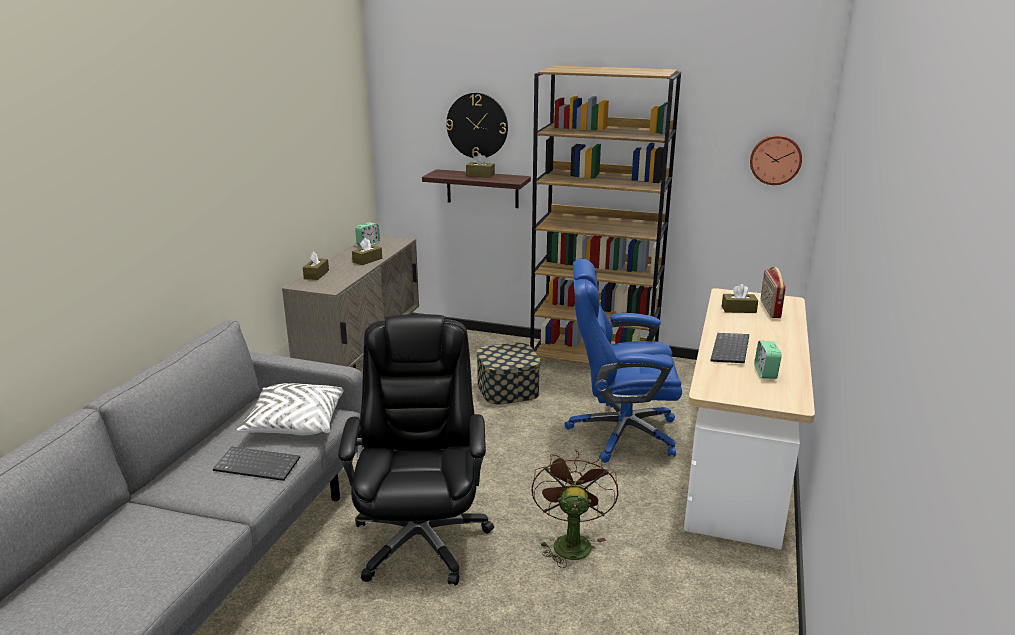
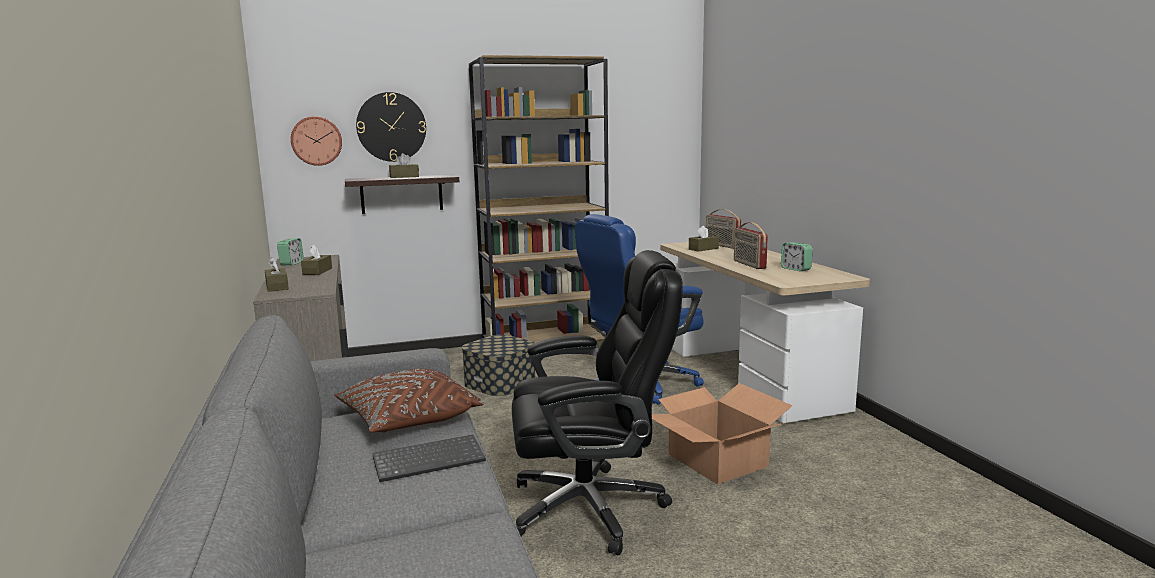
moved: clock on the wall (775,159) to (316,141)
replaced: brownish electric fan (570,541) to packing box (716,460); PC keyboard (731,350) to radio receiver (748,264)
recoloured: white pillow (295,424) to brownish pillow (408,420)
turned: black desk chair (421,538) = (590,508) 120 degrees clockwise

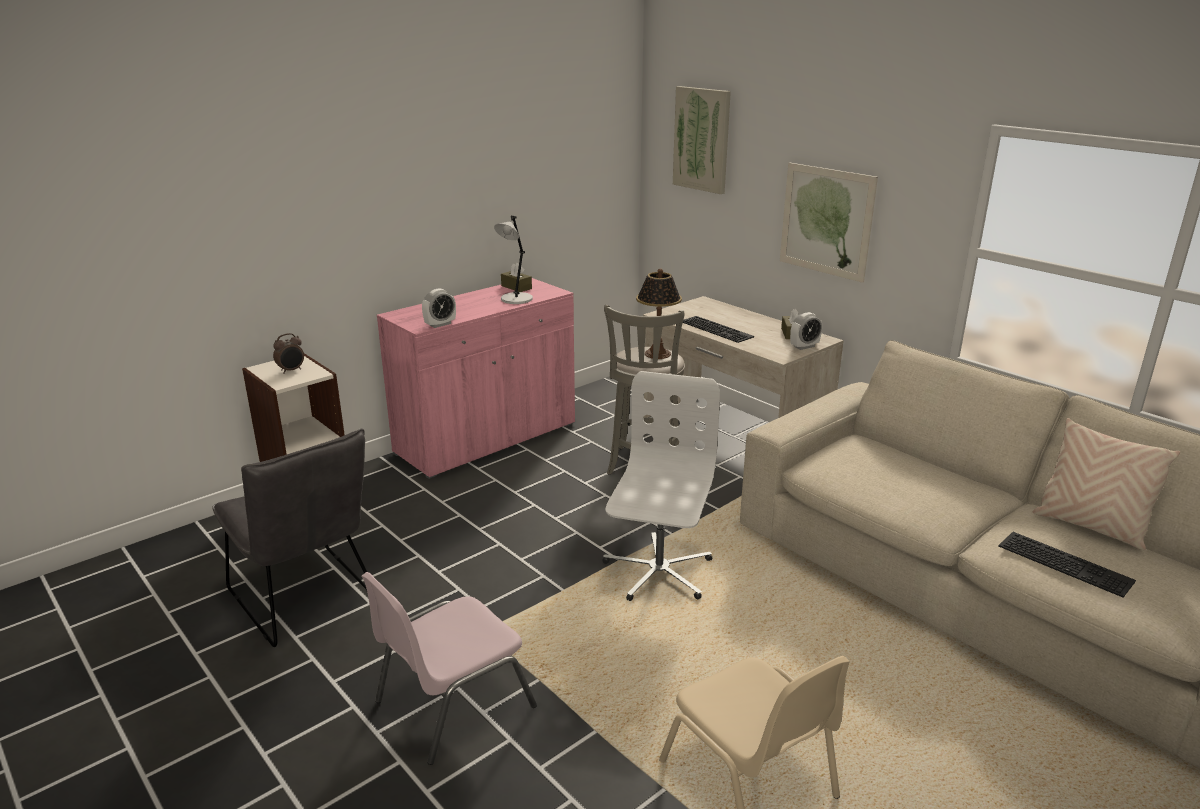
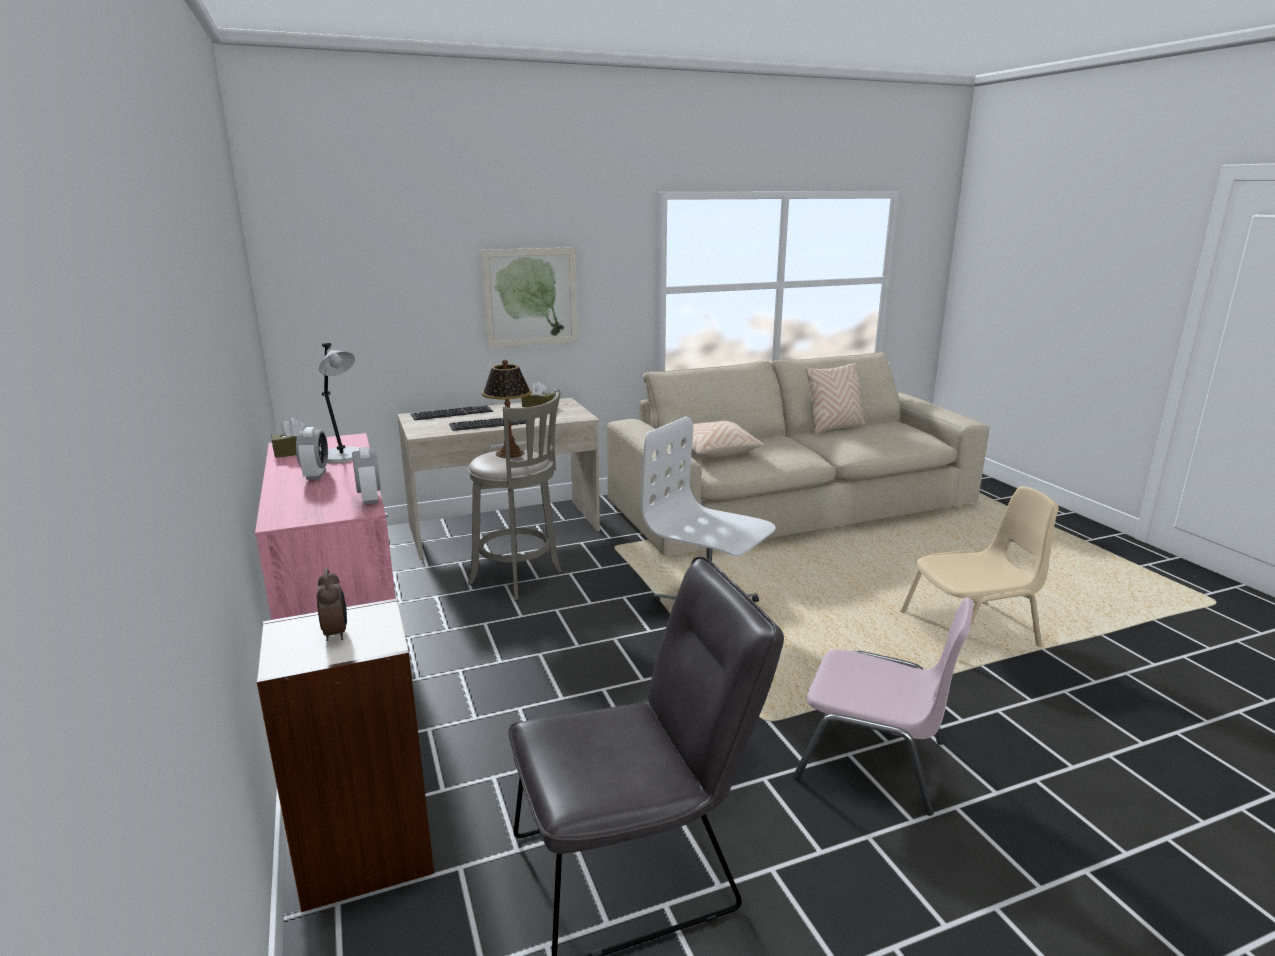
removed: wall art (702,139)
added: beige-coloured pillow (714,451)
moved: bedside clock (804,346) to (316,475); PC keyboard (1067,563) to (452,412)
turned: pink-coloured chair (451,704) = (873,760) 45 degrees counterclockwise

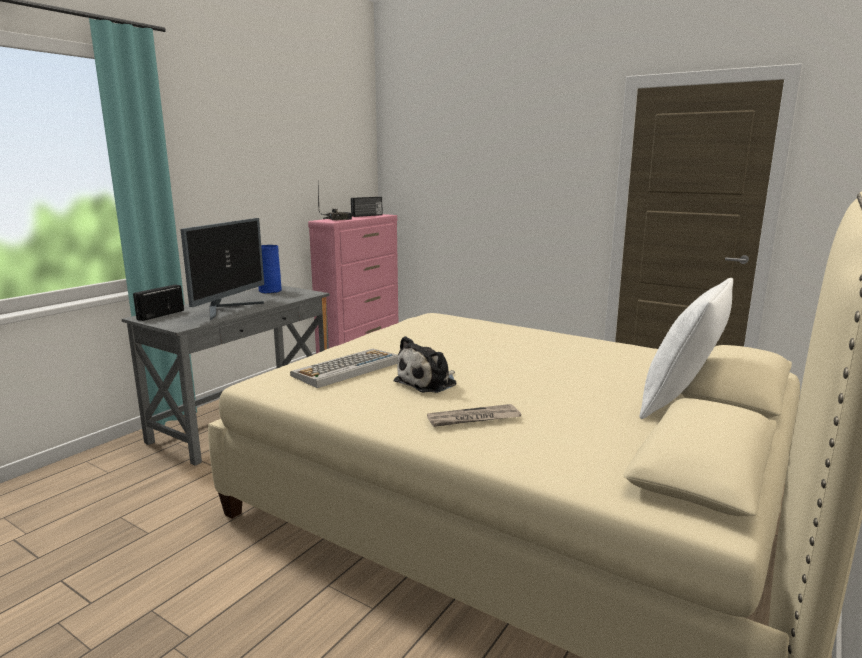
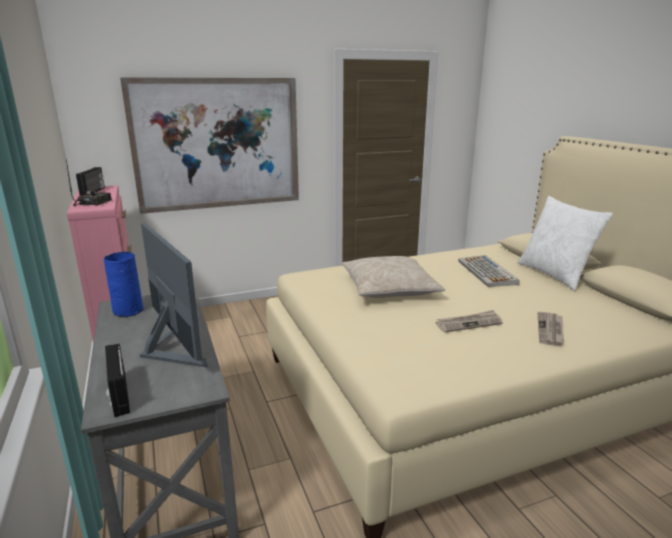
added: wall art (217,144); beige-coloured pillow (389,288)
moved: PC keyboard (346,369) to (487,272)
replaced: soft toy (428,382) to newspaper (468,323)

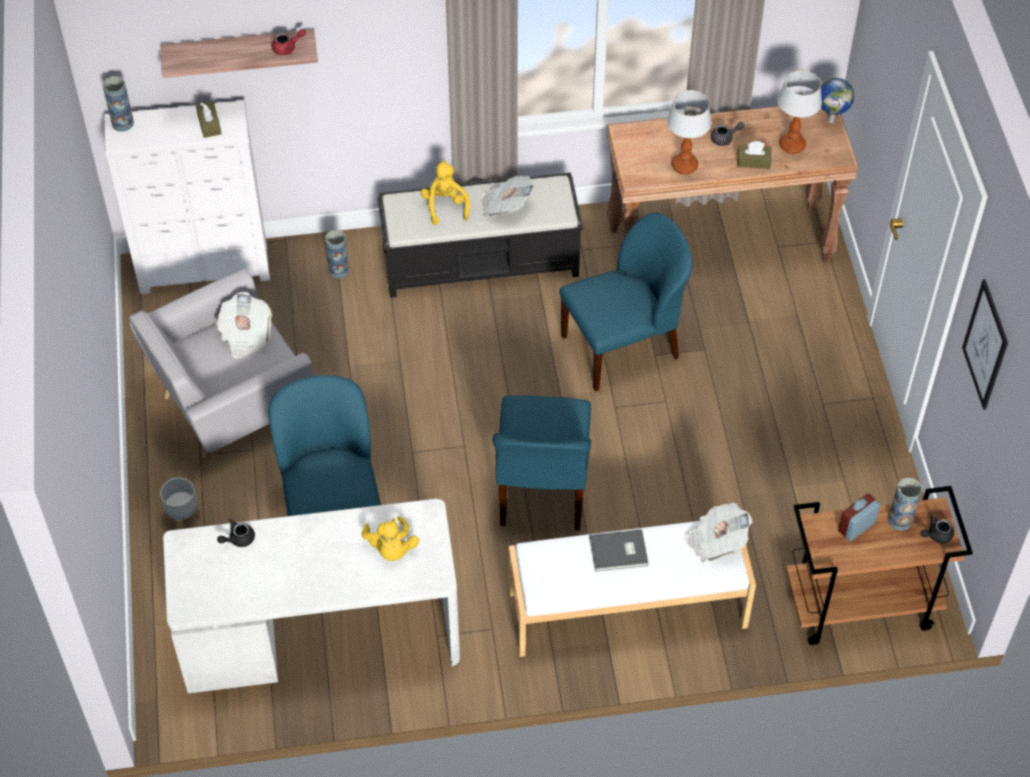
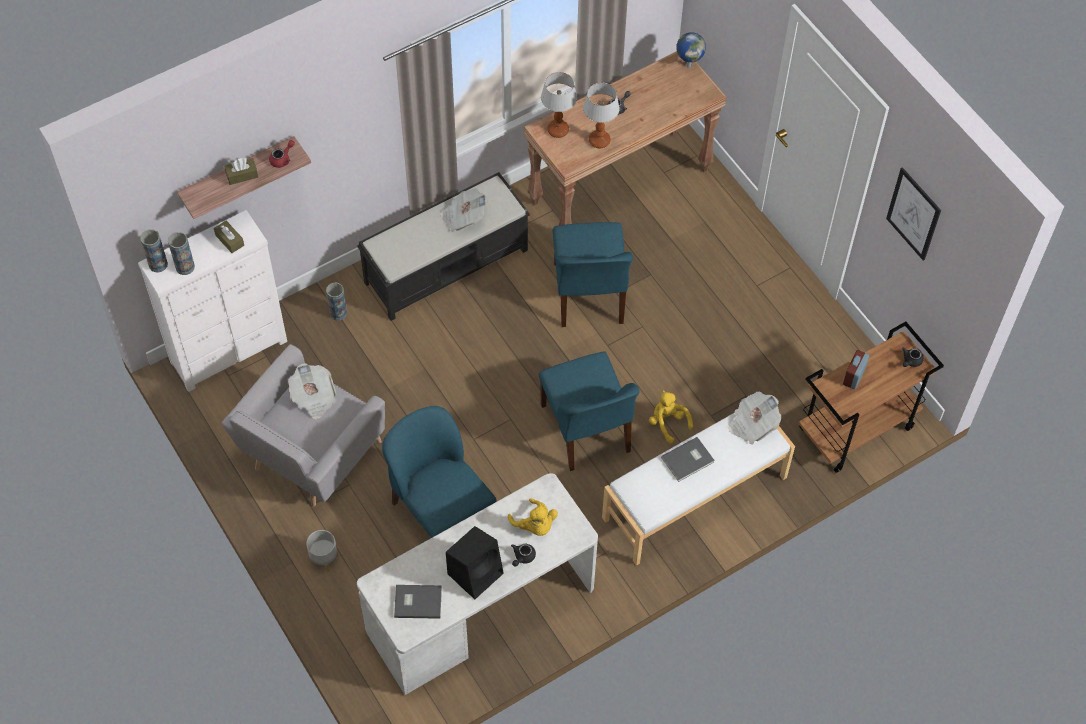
added: greyish book (417,601); black speaker (476,572)
moved: black pot for tea (238,539) to (522,557); yellowish soft toy (445,206) to (668,423); brownish tissue holder (753,161) to (242,175); table lamp (792,145) to (557,130); vase (900,520) to (185,267)
turned: bluish chair (622,346) = (589,295) 135 degrees clockwise

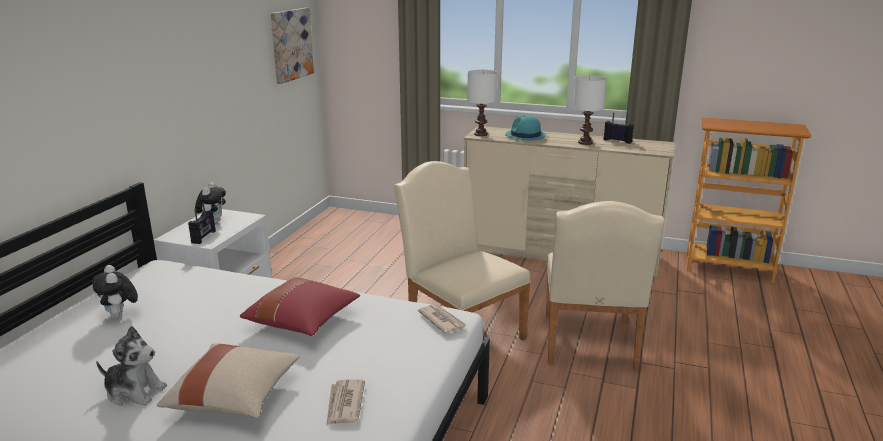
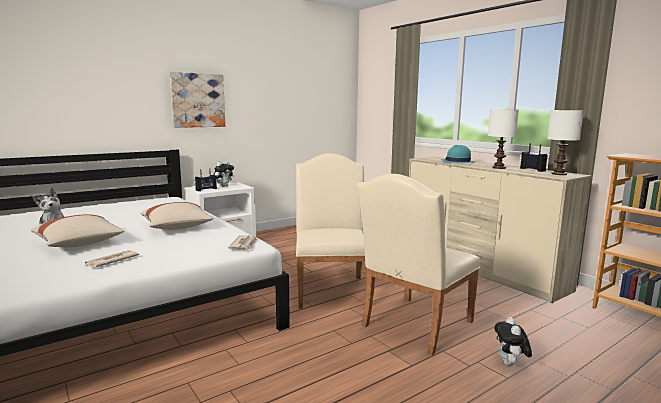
moved: soft toy (120,316) to (510,364); wall art (291,44) to (198,100); white table lamp (480,134) to (558,174)
recoloured: red pillow (303,321) to beige-coloured pillow (177,228)

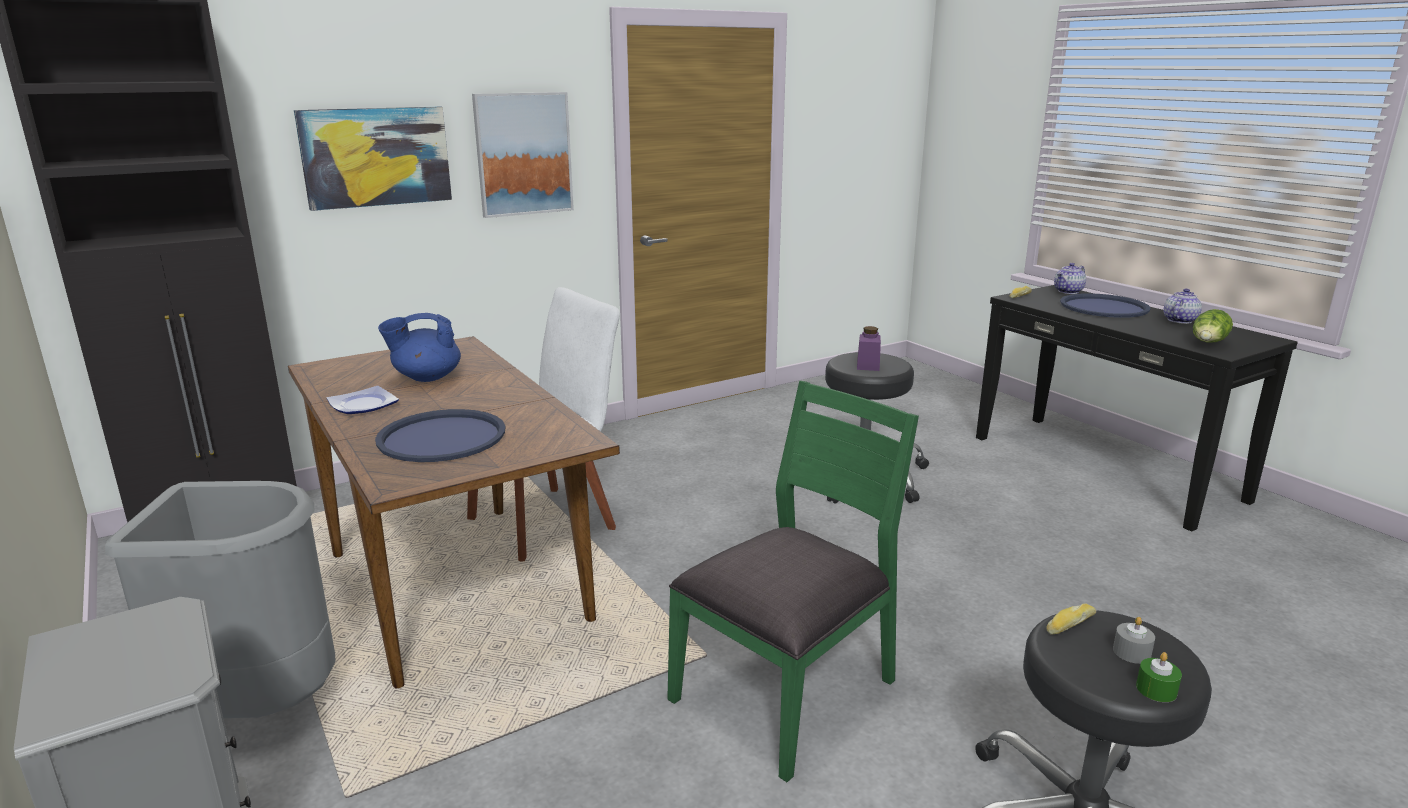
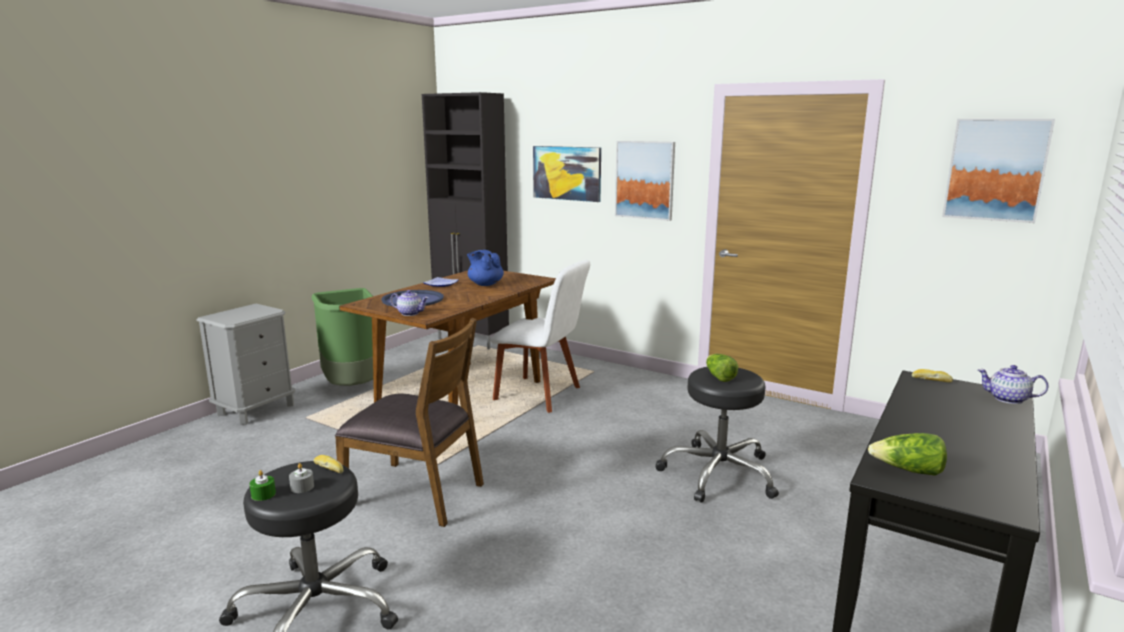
removed: bluish carrying tray (1103,307)
added: wall art (995,170)
moved: pot for tea (1179,320) to (410,313)
replaced: purplish storage jar (868,365) to lettuce (719,377)
recoloured: greyish rubbish bin (259,707) to greenish rubbish bin (353,388); greenish chair (787,691) to brownish chair (416,494)

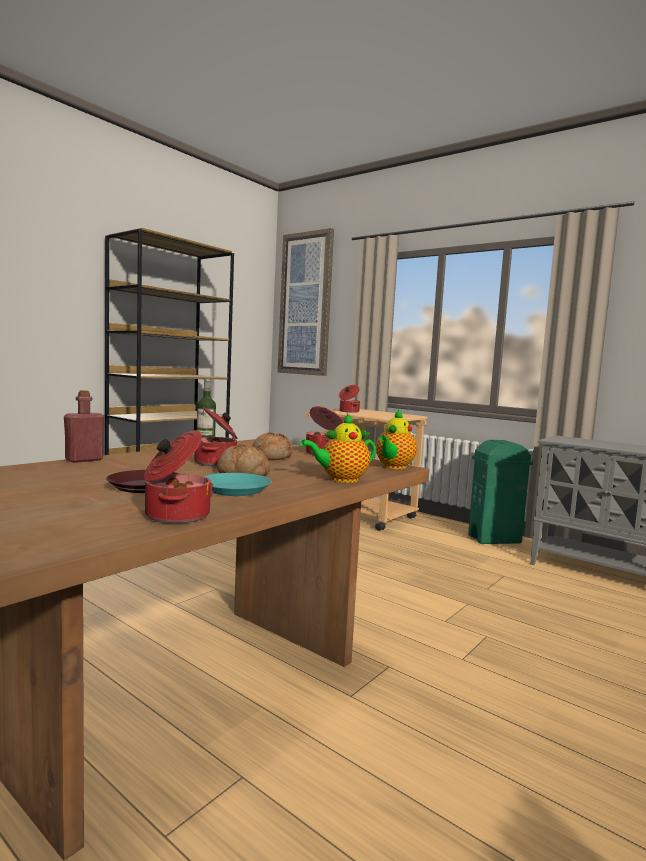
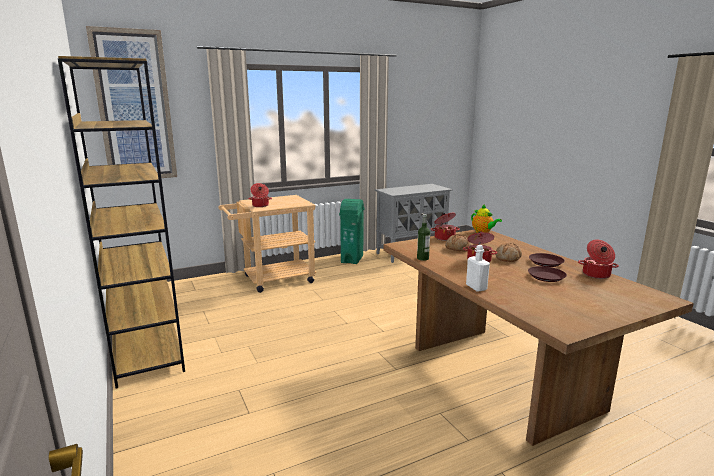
removed: pot for tea (341,479)
recoloured: red bottle (84,460) to white bottle (476,287); turquoise-coloured flat dish (235,490) to brownish flat dish (546,263)

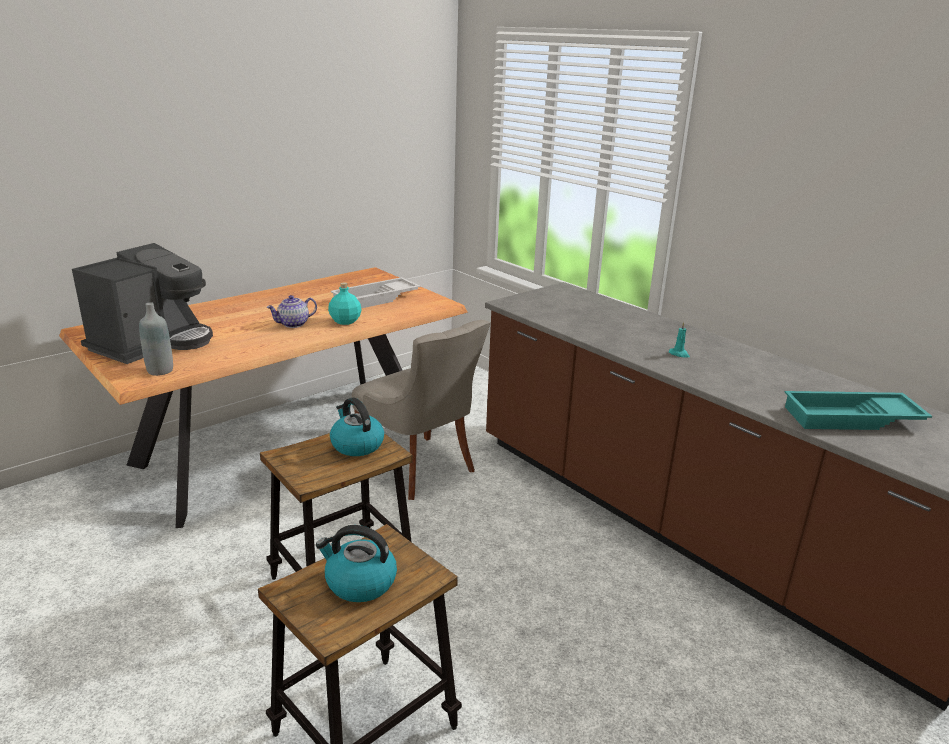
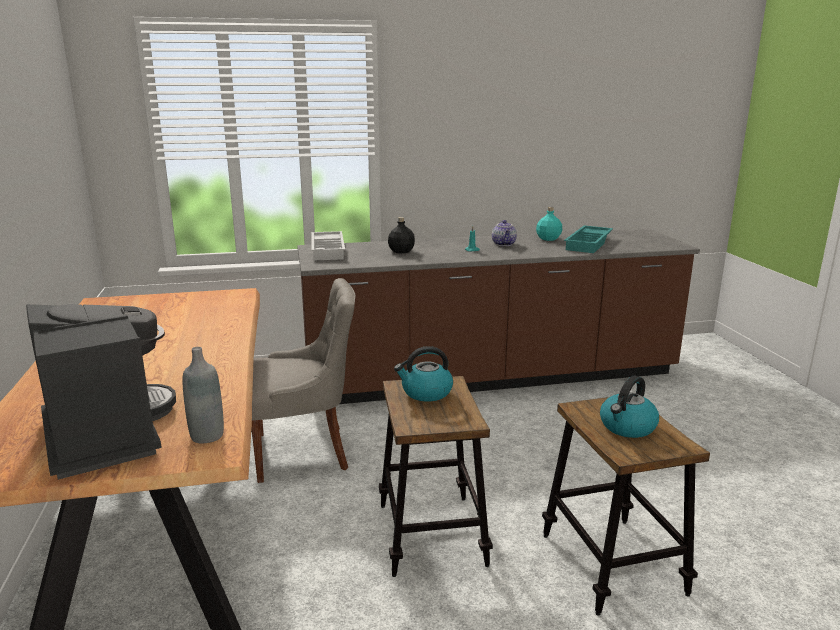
added: black bottle (401,251)
moved: pot for tea (293,324) to (504,244); turquoise-coloured bottle (345,321) to (548,239); white carrying tray (376,299) to (329,250)

